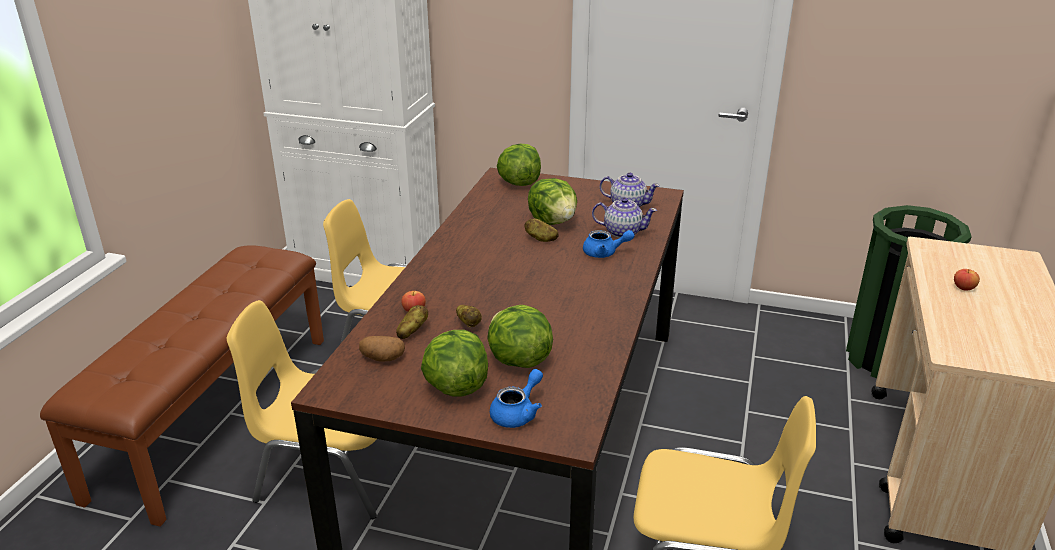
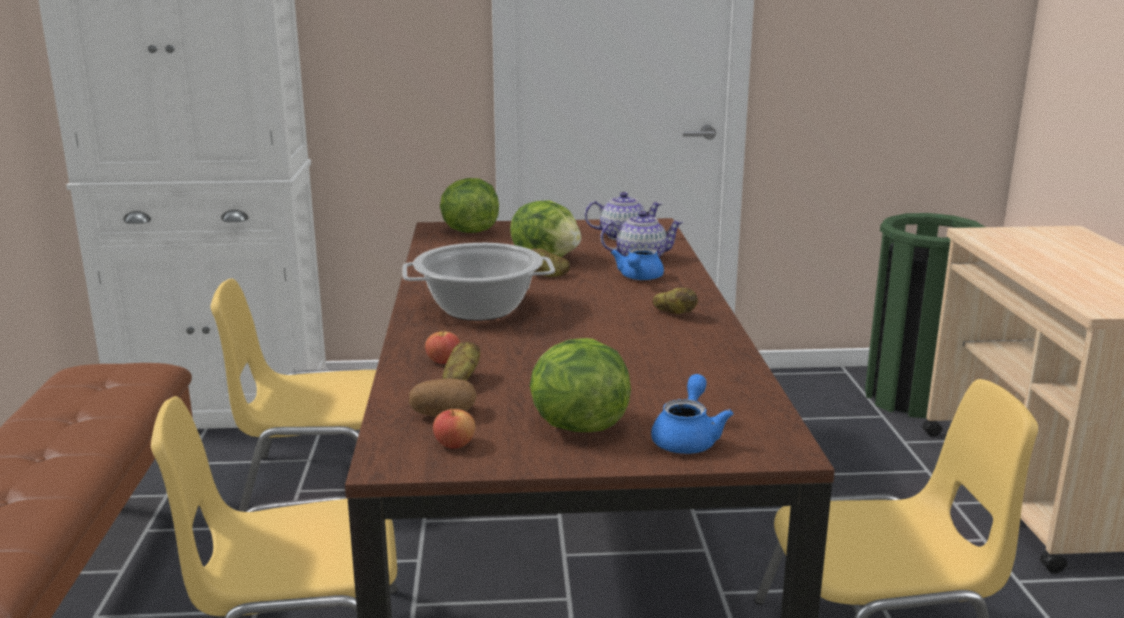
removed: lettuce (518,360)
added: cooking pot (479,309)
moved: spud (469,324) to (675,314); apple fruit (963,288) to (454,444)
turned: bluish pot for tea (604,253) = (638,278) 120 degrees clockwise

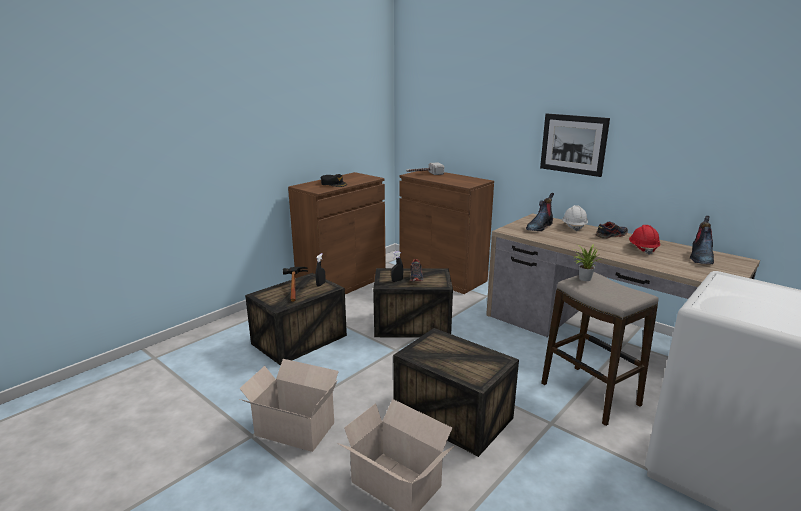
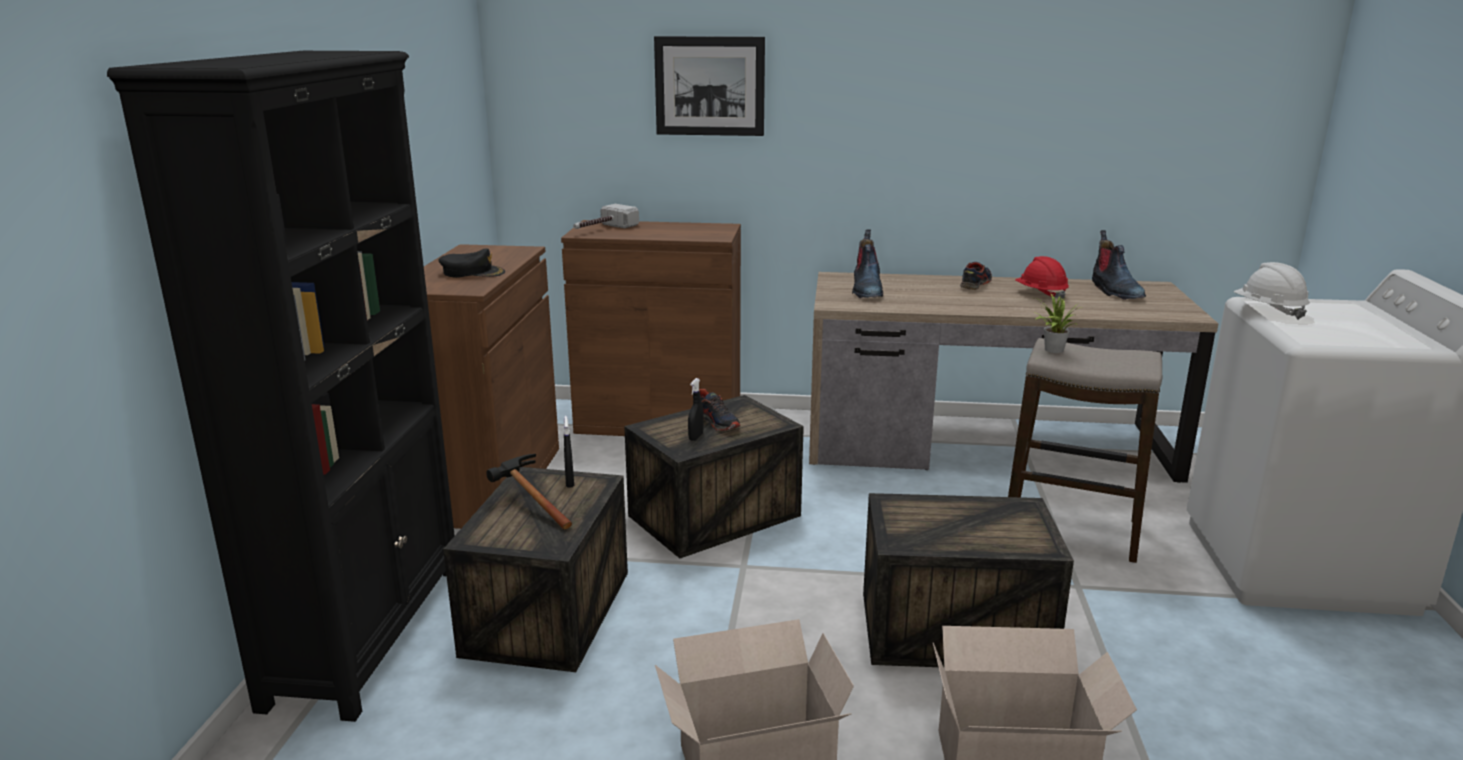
added: black shelving unit (368,632)
moved: wall art (573,144) to (709,86); white work helmet (573,227) to (1268,311)

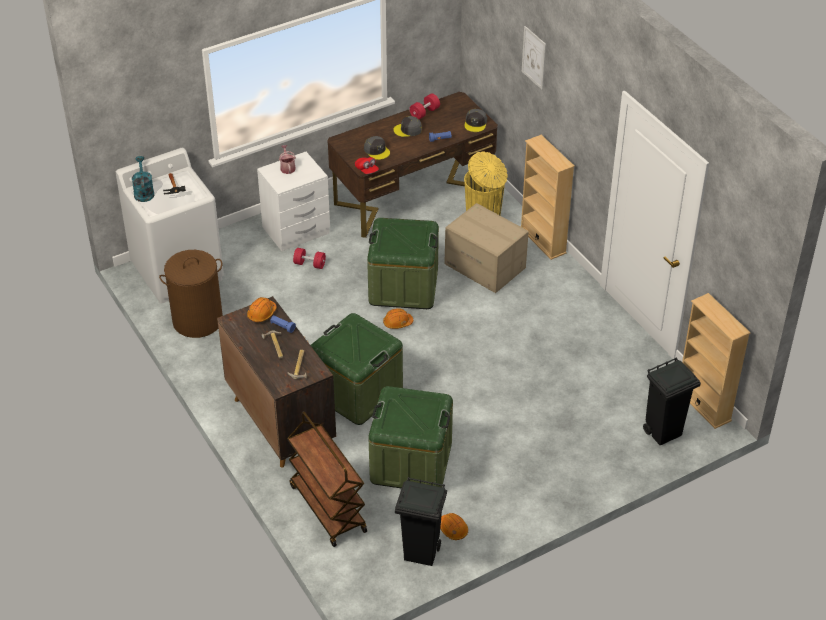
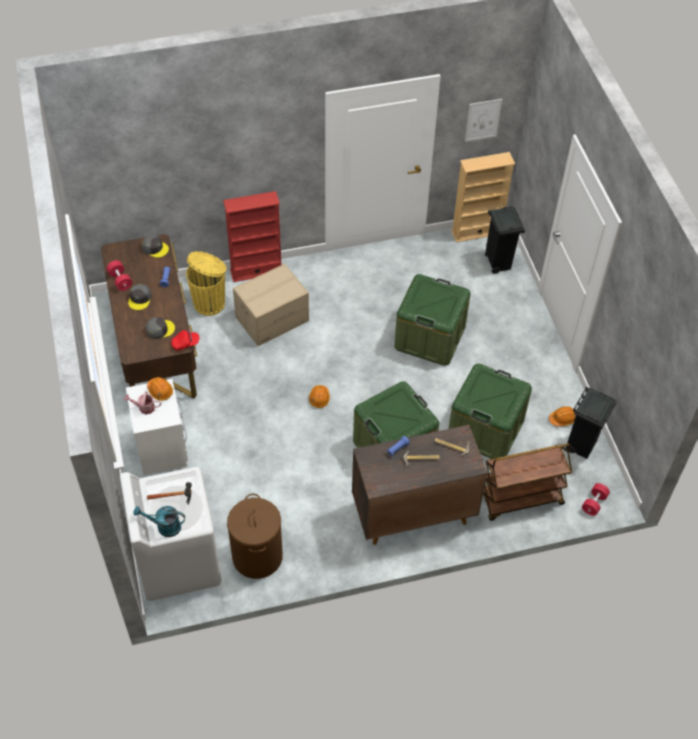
moved: orange-coloured work helmet (261,314) to (160,391); red hand weight (309,264) to (594,503); greenish storage box (403,286) to (430,337); wall art (534,57) to (483,120)
recoloured: beige-coloured shelving unit (543,240) to red shelving unit (256,271)

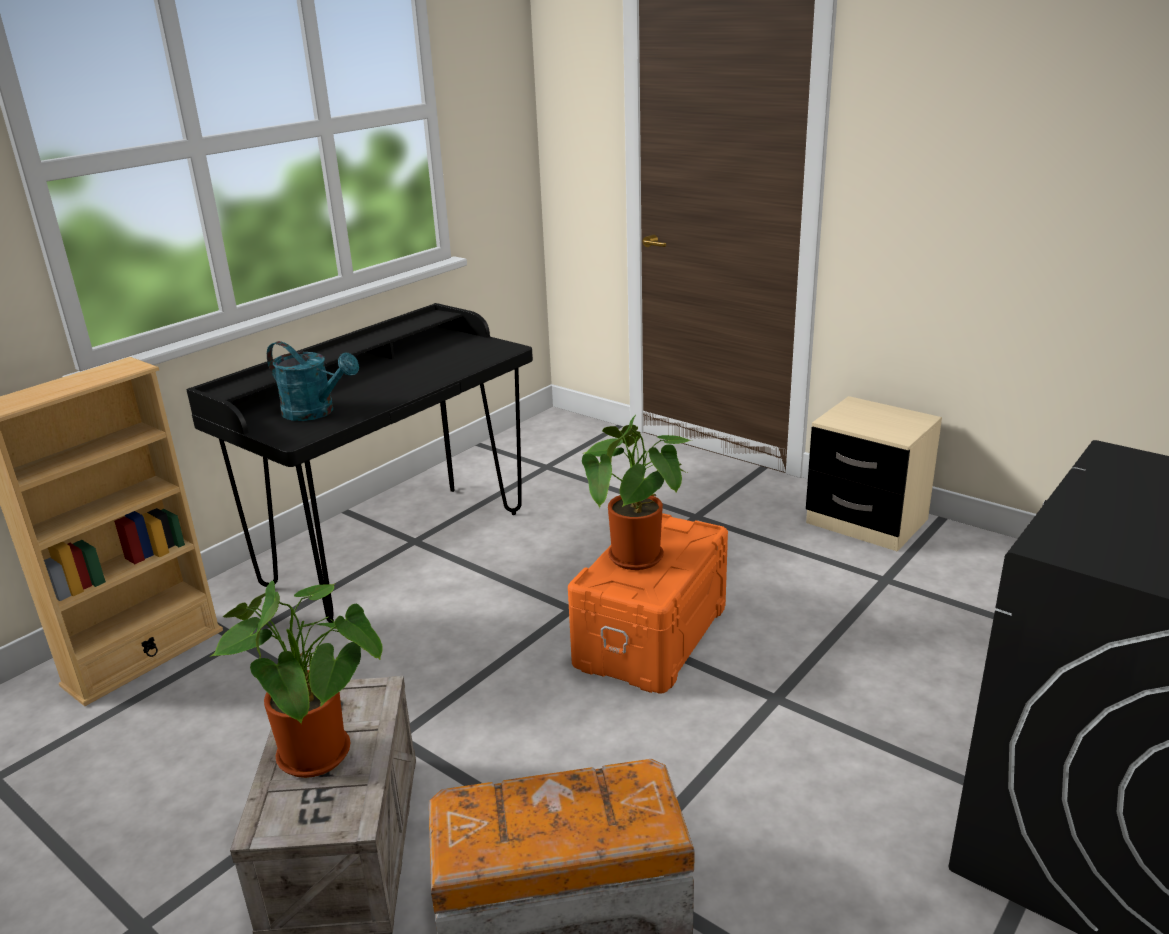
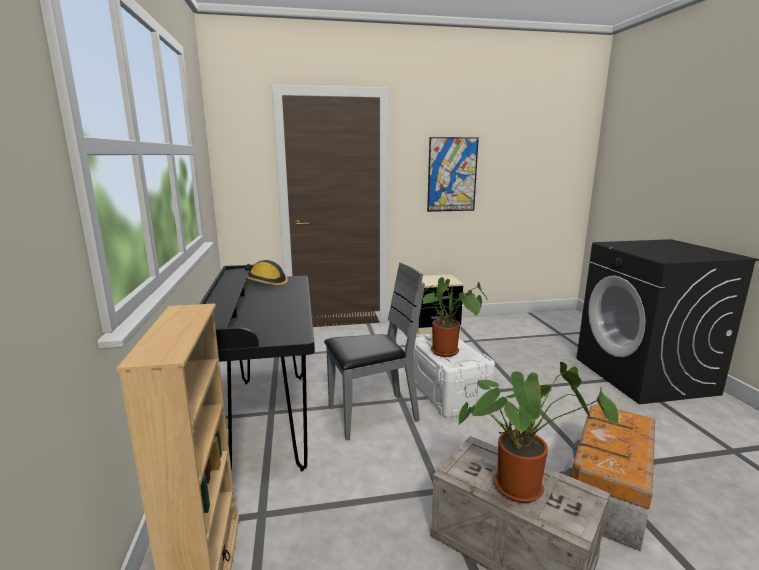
removed: turquoise-coloured sprinkling can (316,412)
added: work helmet (265,282); greyish chair (372,415); wall art (452,175)
recoloured: orange-coloured storage box (653,636) to white storage box (447,392)

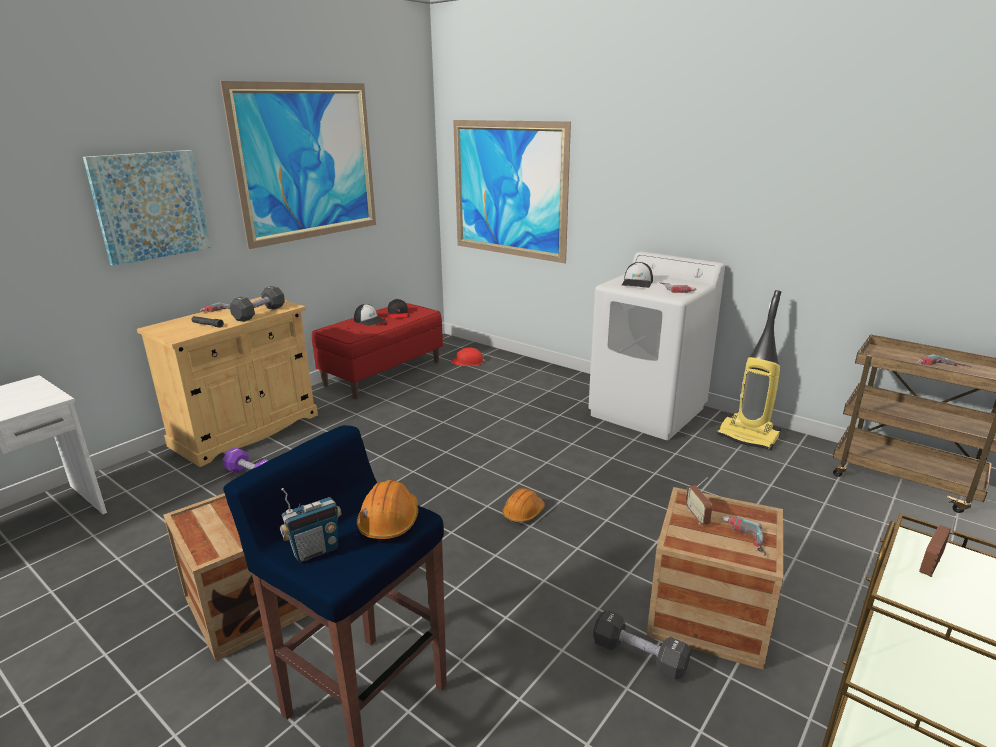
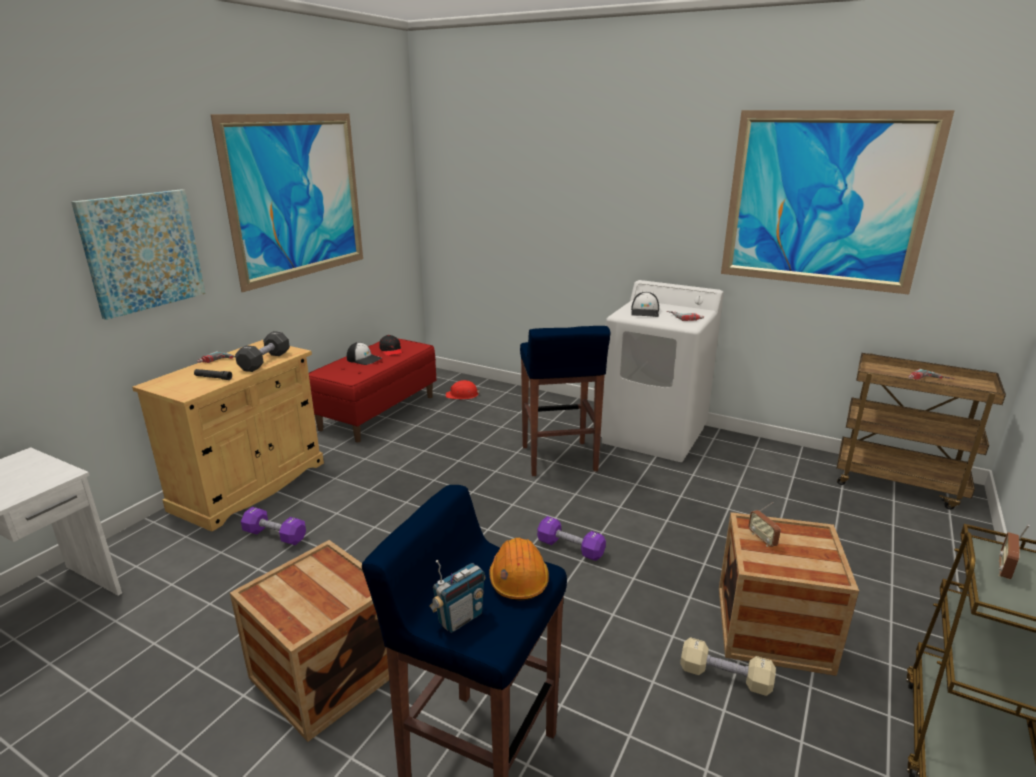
removed: vacuum cleaner (748,436); electric drill (741,538)
added: bluish sitting stool (559,459)
moved: wall art (508,189) to (824,201)
replaced: orange-coloured work helmet (523,513) to purplish hand weight (570,548)
recoloured: black hand weight (639,656) to beige-coloured hand weight (725,678)

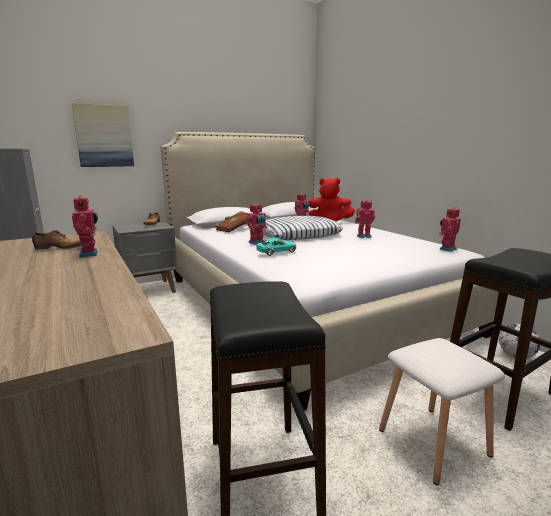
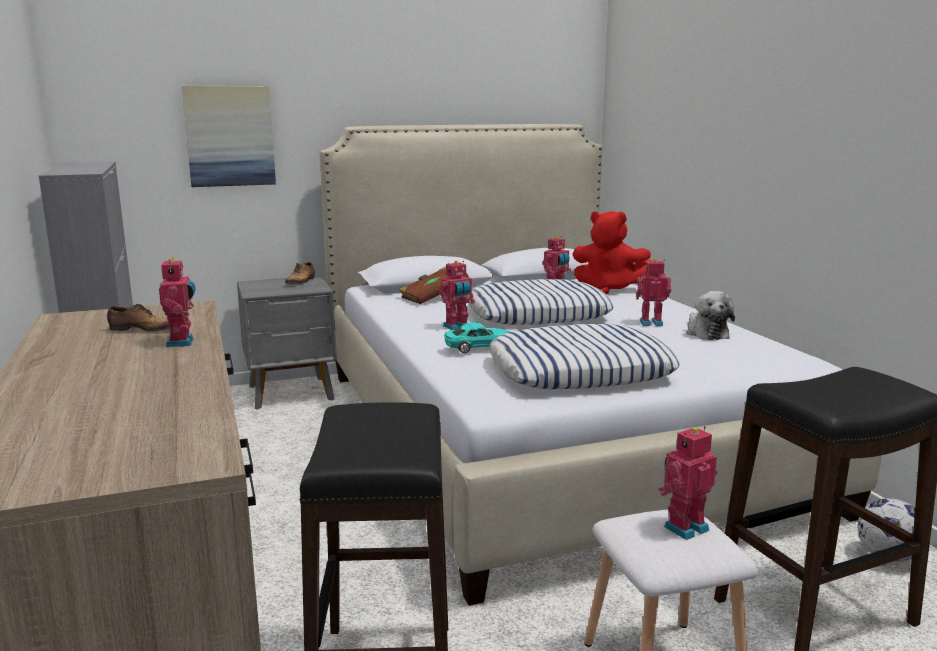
added: pillow (580,370); soft toy (706,333)
moved: robot figure (446,249) to (684,527)

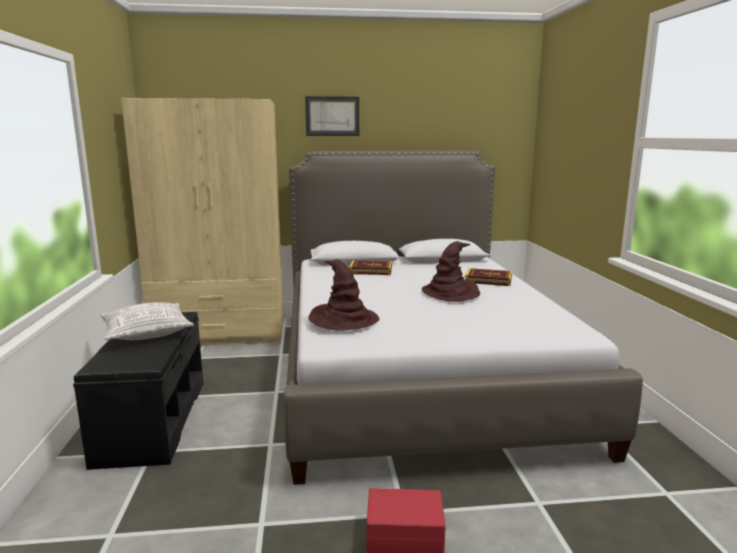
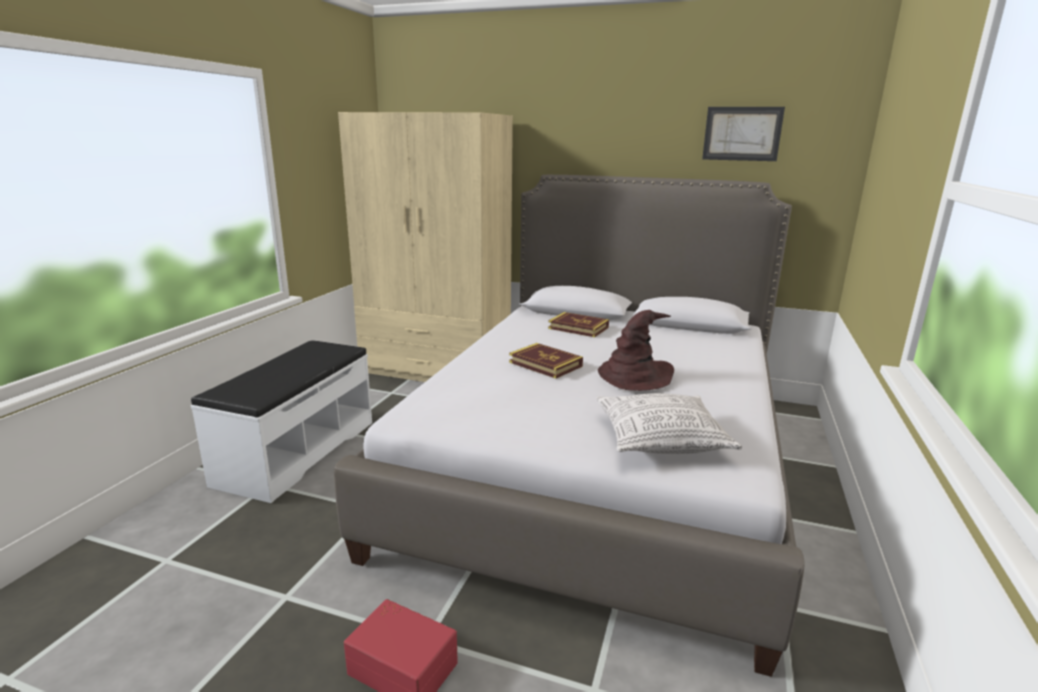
removed: brownish clothing hat (344,320)
moved: pillow (147,333) to (661,440); wall art (332,116) to (742,133); book (488,280) to (545,364)
recoloured: black long seat (152,420) to white long seat (297,451)

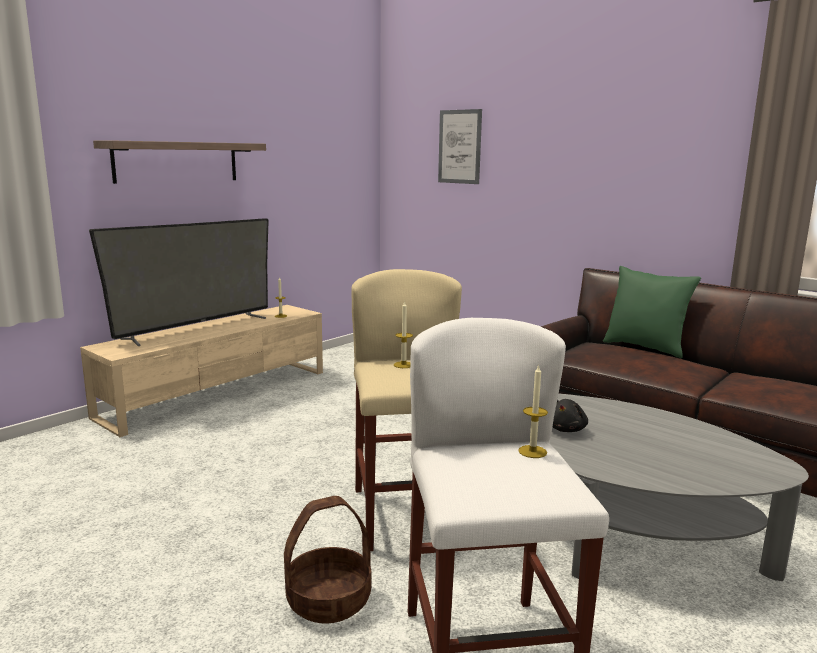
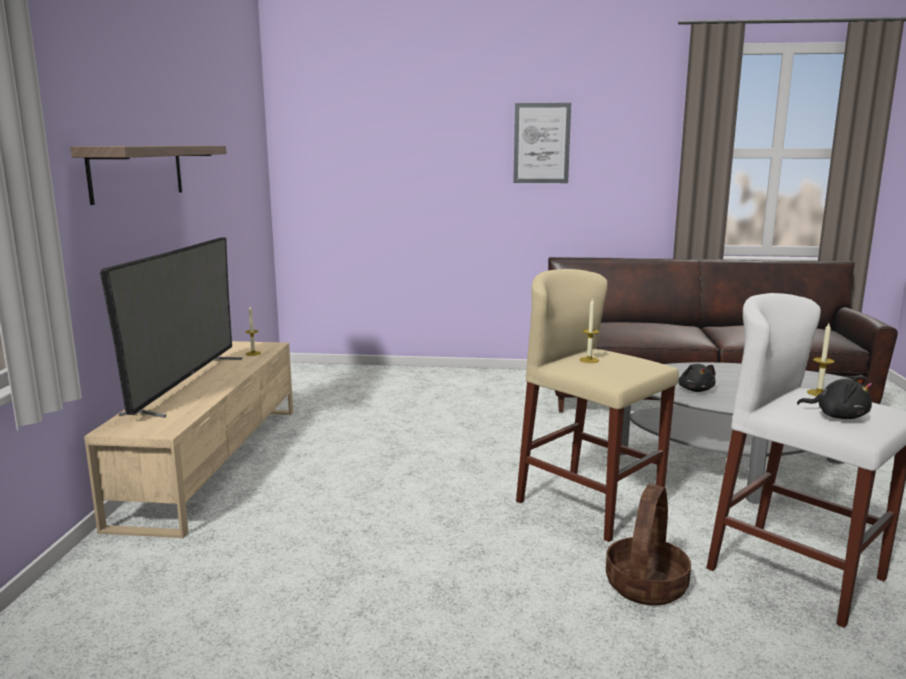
removed: greenish pillow (645,347)
added: black soft toy (838,416)
moved: wall art (459,147) to (541,143)

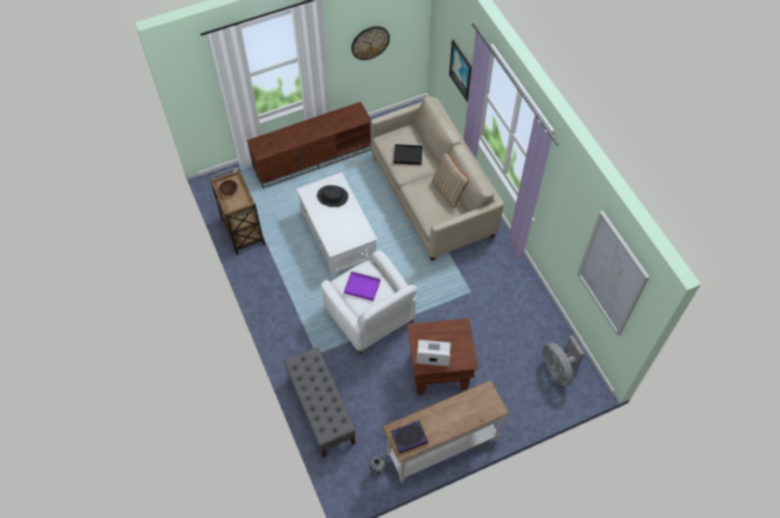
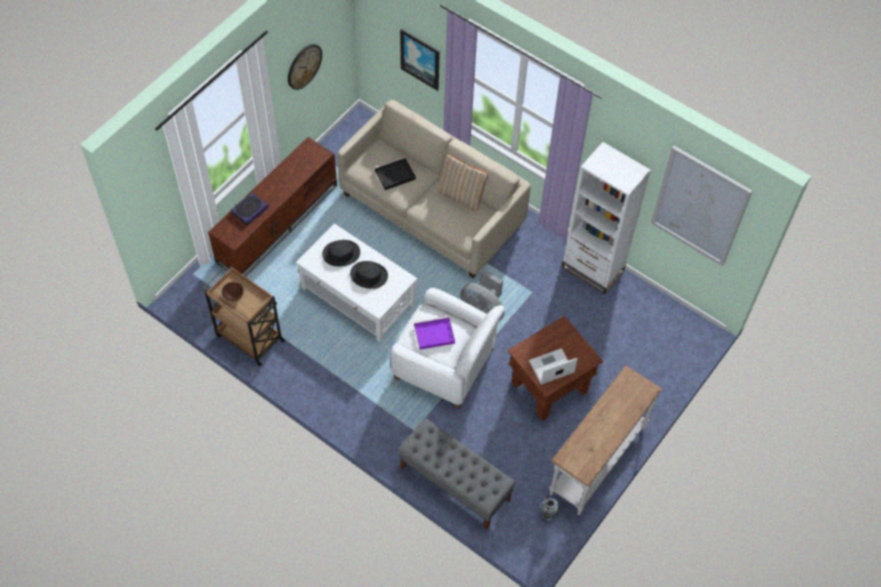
added: black clothing hat (369,275); white shelving unit (593,268)
moved: book (409,437) to (249,210); greyish electric fan (558,369) to (483,310)

